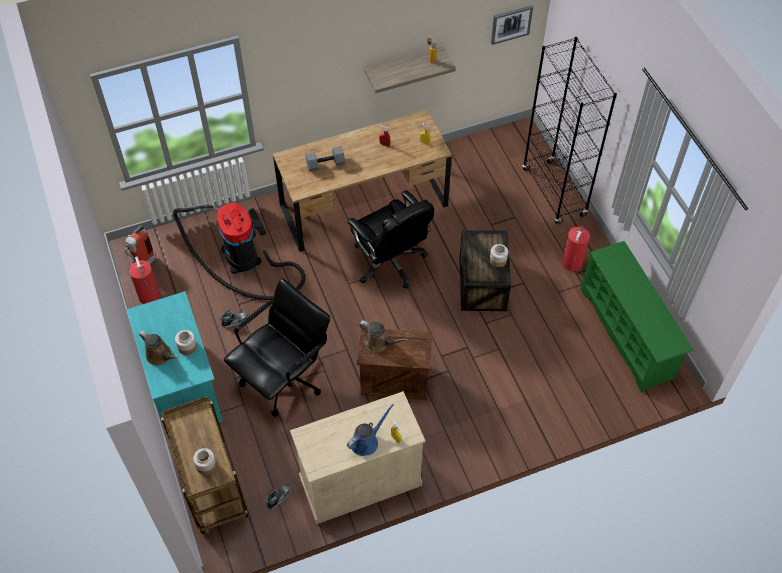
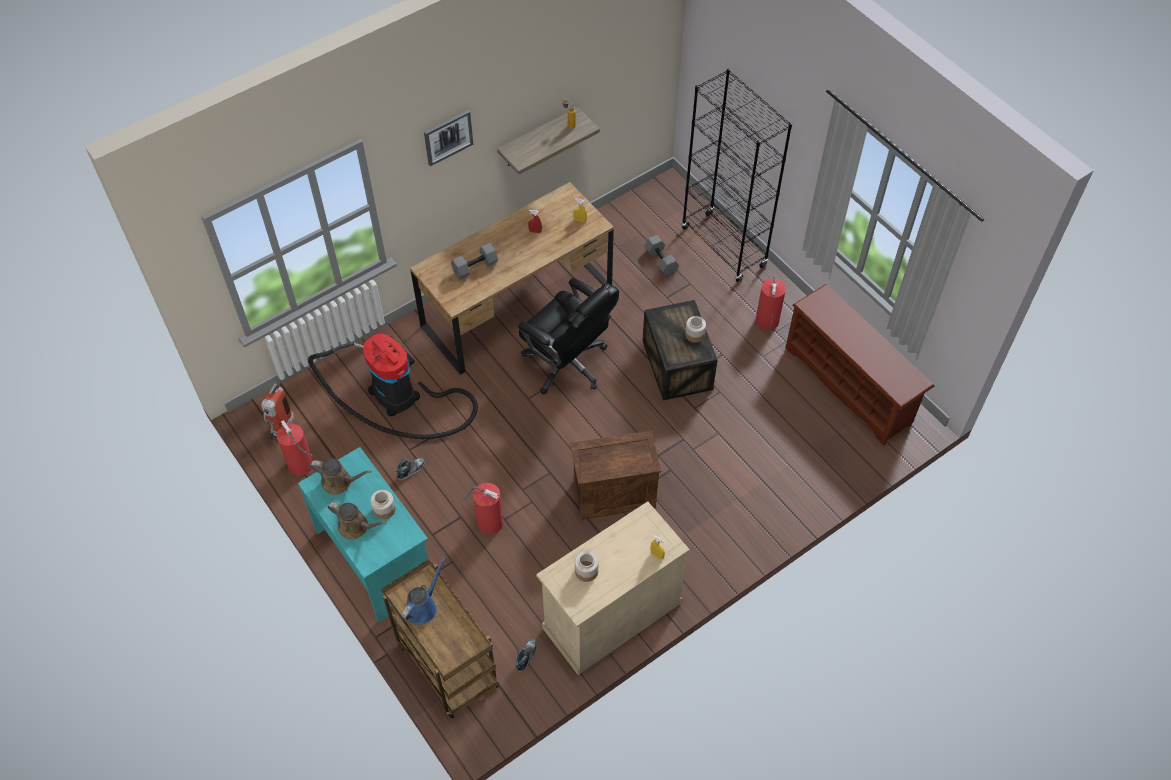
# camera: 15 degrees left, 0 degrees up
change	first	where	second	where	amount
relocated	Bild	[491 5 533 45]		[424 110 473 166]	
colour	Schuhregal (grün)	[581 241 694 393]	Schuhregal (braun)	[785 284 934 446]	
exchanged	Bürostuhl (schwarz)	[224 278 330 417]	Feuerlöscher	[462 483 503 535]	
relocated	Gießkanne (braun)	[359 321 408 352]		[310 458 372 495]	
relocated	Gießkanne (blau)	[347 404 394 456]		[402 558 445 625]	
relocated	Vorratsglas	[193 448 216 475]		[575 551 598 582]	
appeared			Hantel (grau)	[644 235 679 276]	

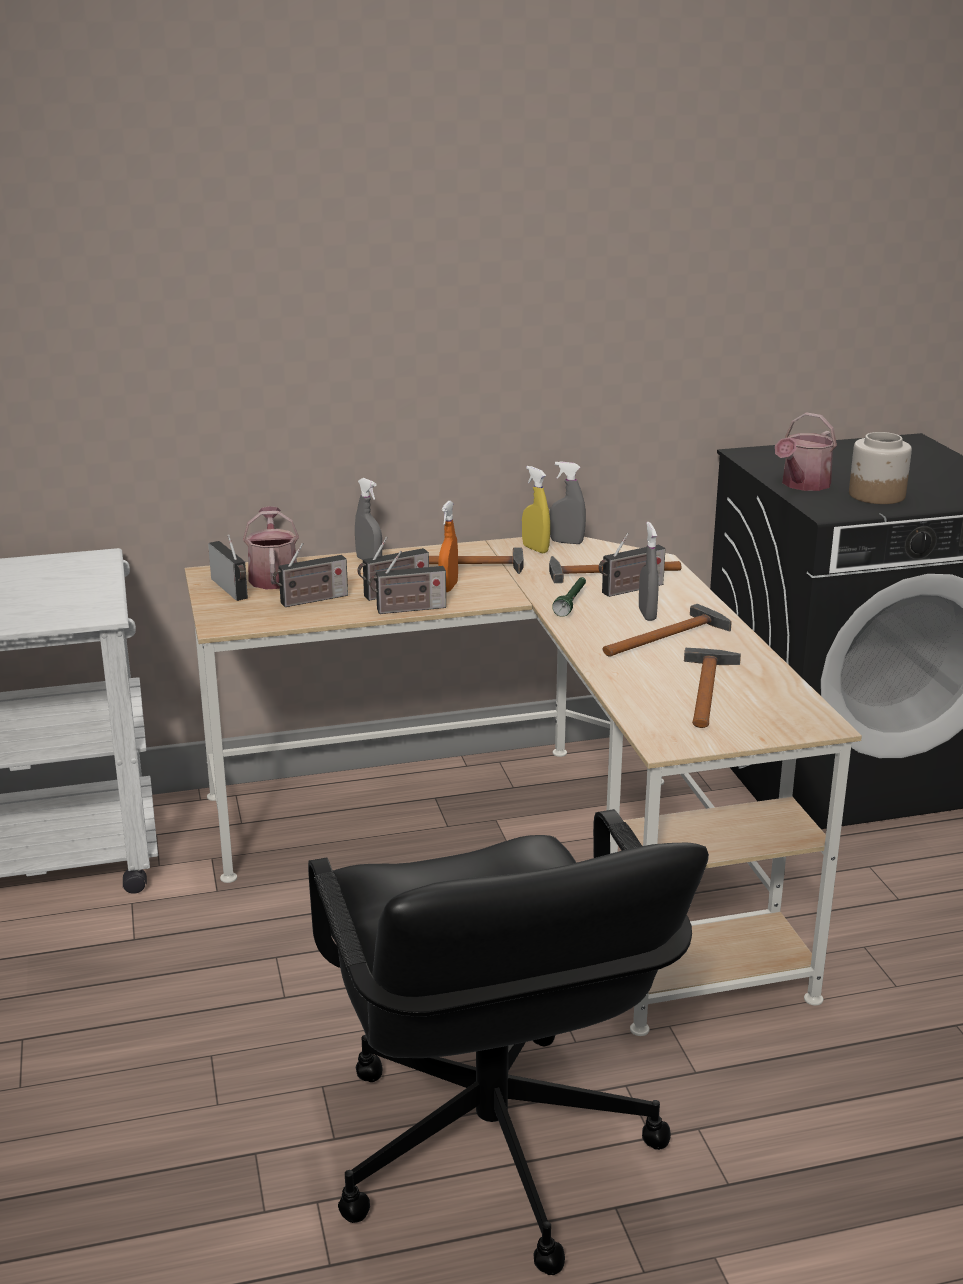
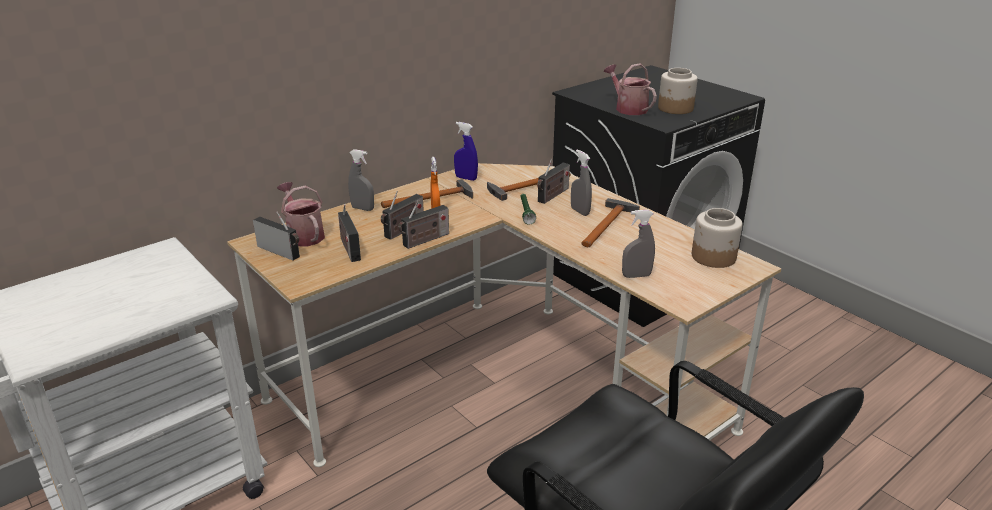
# camera: 25 degrees left, 5 degrees up
change	first	where	second	where	amount
spun	Gießkanne	[775 412 837 491]		[604 63 657 115]	135 degrees clockwise
relocated	Sprühflasche (grau)	[549 461 586 544]		[622 210 655 278]	
colour	Sprühflasche (gelb)	[522 466 550 553]	Sprühflasche (blau)	[454 122 478 181]	
spun	Radio	[273 543 348 607]		[338 204 361 262]	120 degrees clockwise
missing	Hammer	[684 648 741 728]			
appeared			Vorratsglas	[692 208 743 268]	

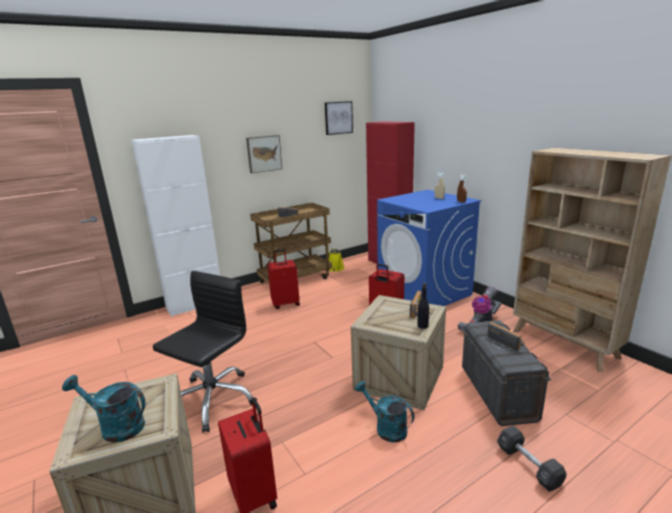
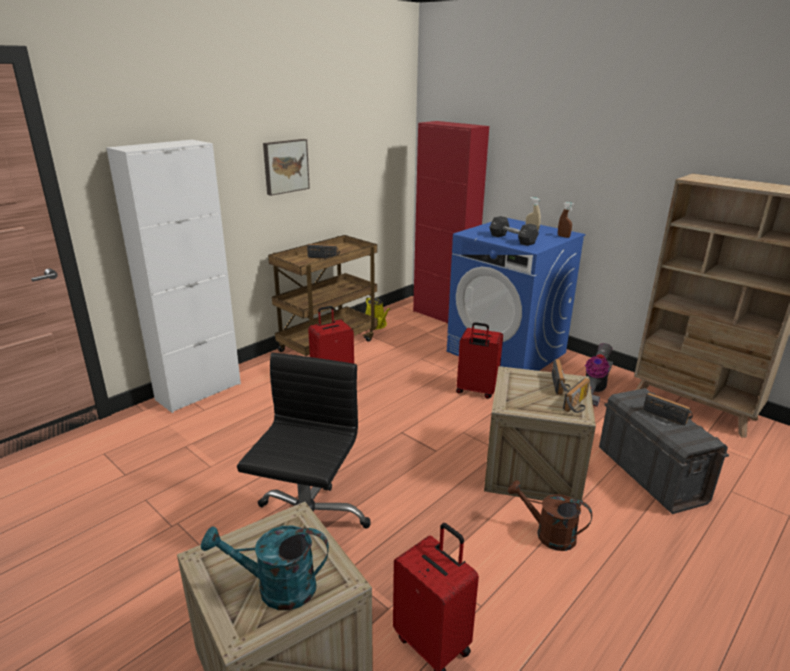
# camera: 15 degrees left, 5 degrees up
change	first	where	second	where	amount
missing	Bild	[325 101 353 135]			
exchanged	Flasche (schwarz)	[417 283 429 329]	Radio	[563 378 590 413]	
colour	Gießkanne (türkis)	[355 381 414 443]	Gießkanne (braun)	[508 480 592 551]	
relocated	Hantel (schwarz)	[497 426 567 492]		[489 216 539 246]	

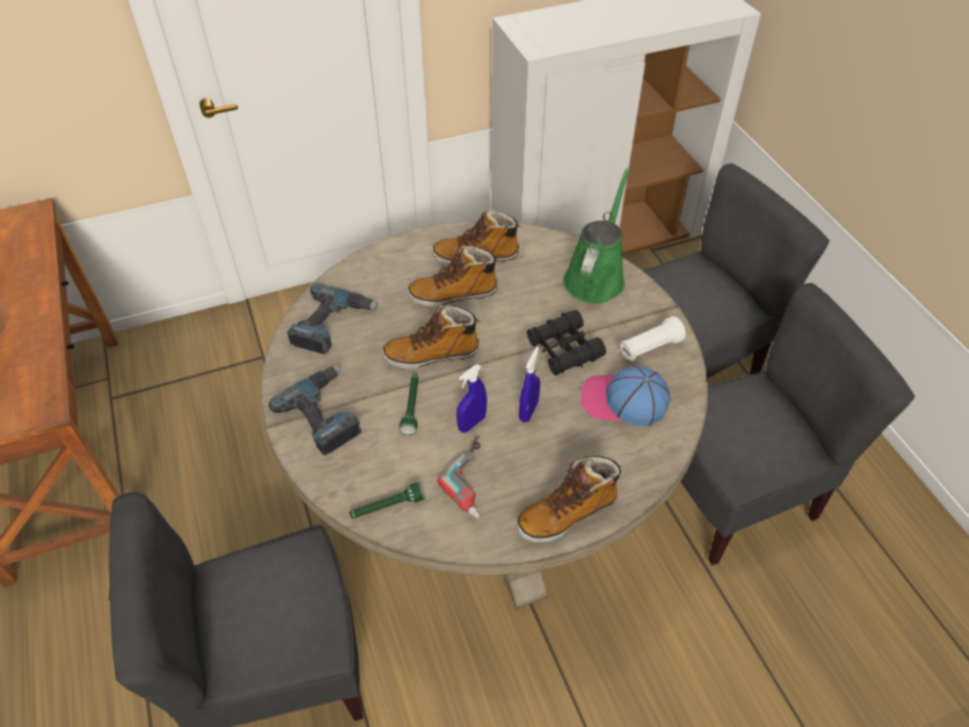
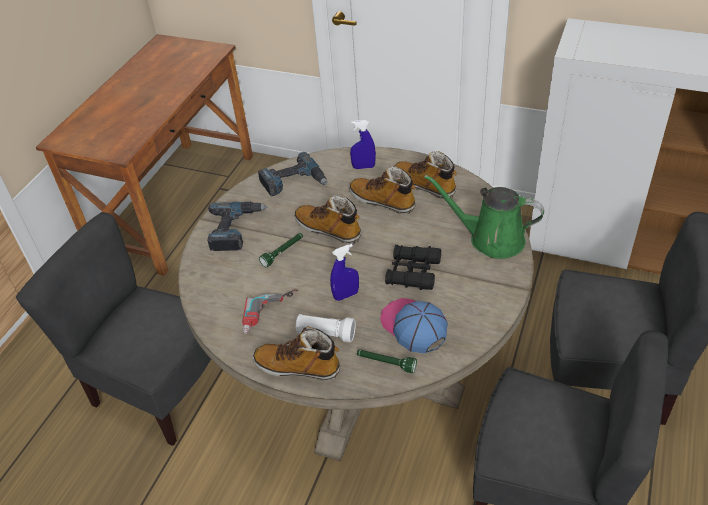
# camera: 45 degrees right, 5 degrees down
change	first	where	second	where	amount
spun	Gießkanne (grün)	[563 168 630 303]		[424 174 544 259]	135 degrees counterclockwise
relocated	Taschenlampe (weiß)	[620 316 686 361]		[296 314 356 343]	
relocated	Sprühflasche (blau)	[457 364 487 433]		[350 120 376 169]	
relocated	Taschenlampe (grün)	[349 482 425 519]		[357 349 417 373]	

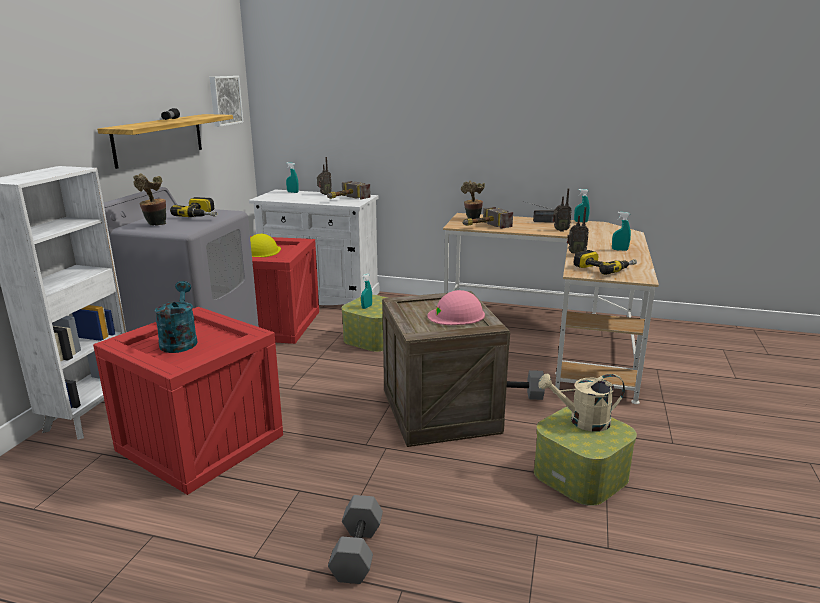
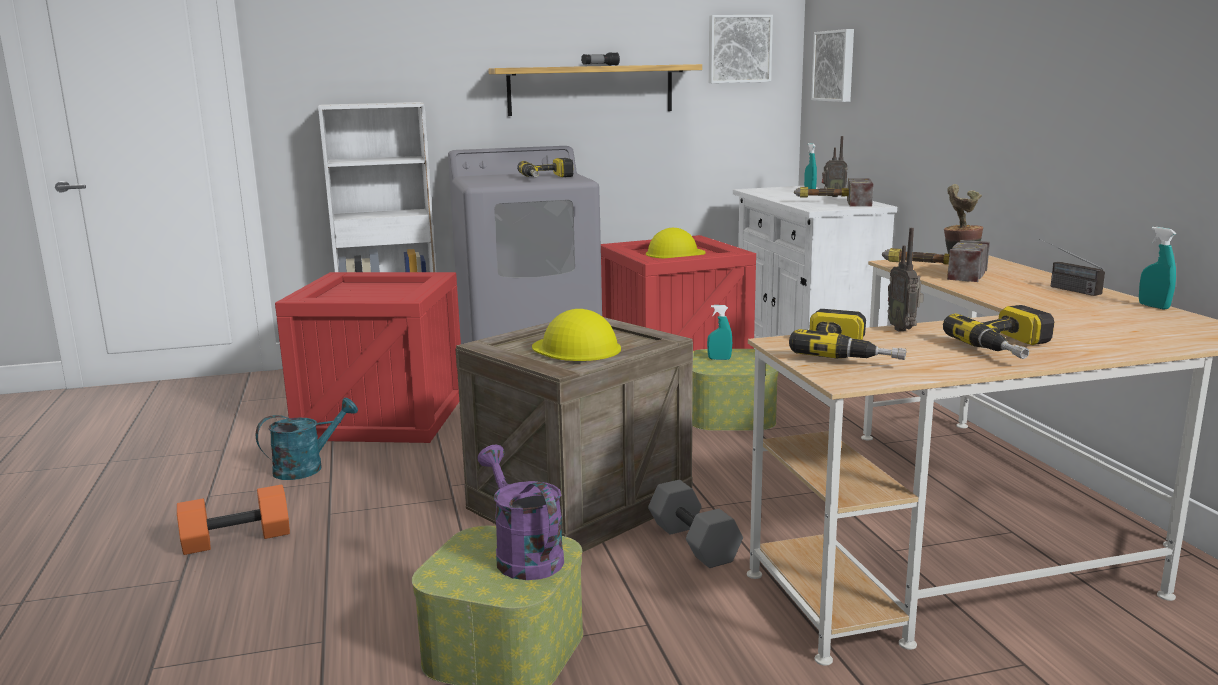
# camera: 60 degrees right, 5 degrees down
change	first	where	second	where	amount
missing	Topfpflanze	[133 173 166 226]			
missing	Radio	[553 189 572 232]			
exchanged	Sprühflasche (türkis)	[612 212 631 251]	Bohrmaschine	[943 305 1054 359]	
relocated	Gießkanne (türkis)	[154 281 197 353]		[256 398 358 480]	
colour	Schutzhelm (rosa)	[427 290 485 325]	Schutzhelm (gelb)	[532 309 621 361]	
colour	Gießkanne (beige)	[538 373 625 432]	Gießkanne (lila)	[477 445 564 580]	
colour	Hantel (grau)	[328 495 383 584]	Hantel (orange)	[177 484 290 555]	
appeared			Bild	[811 29 854 102]	

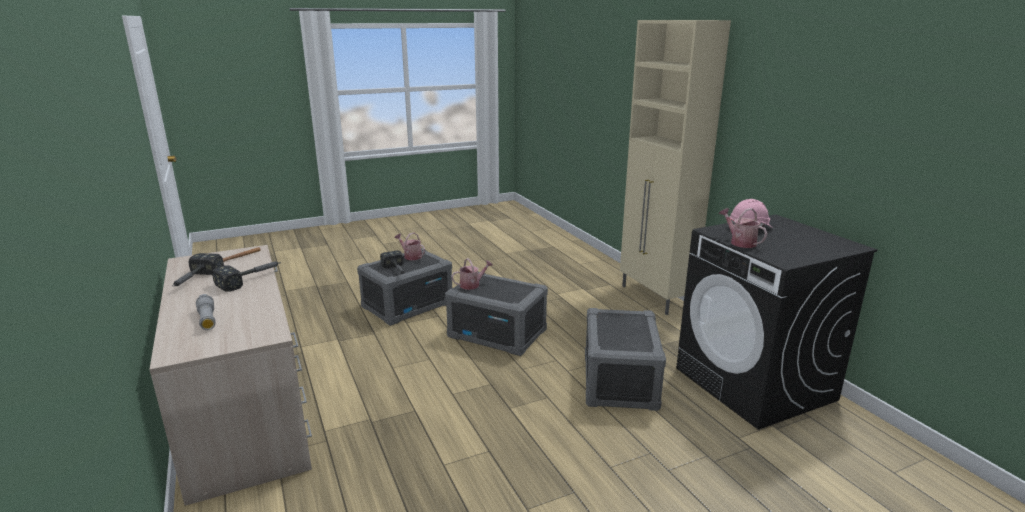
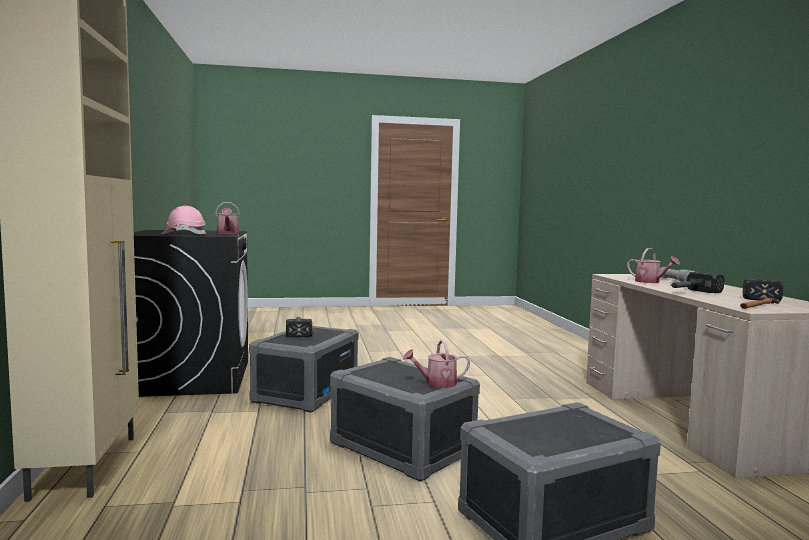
# camera: 165 degrees left, 15 degrees down
change	first	where	second	where	amount
relocated	Gießkanne	[394 232 425 260]		[627 248 680 283]	
relocated	Hammer	[380 250 405 274]		[286 317 312 337]	

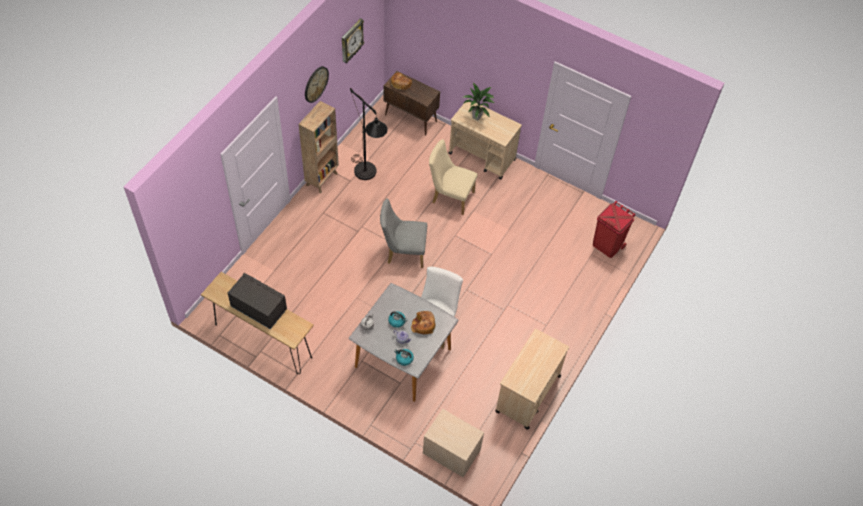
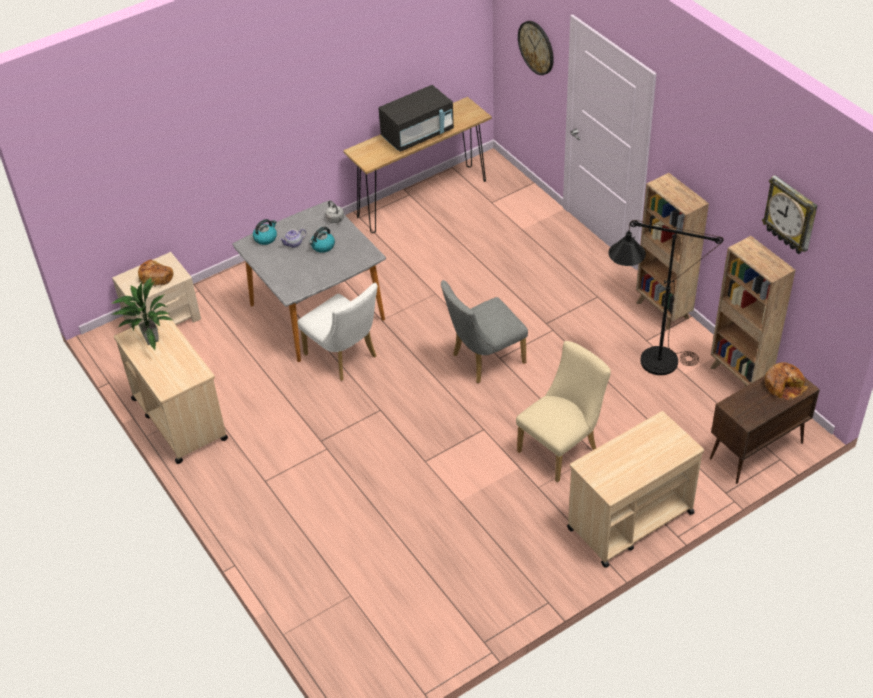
# camera: 120 degrees right, 10 degrees down
change	first	where	second	where	amount
relocated	Wanduhr	[305 66 329 103]		[518 21 554 75]	
relocated	Topfpflanze	[463 83 495 121]		[111 277 172 350]	
spun	Stuhl (grau)	[380 198 427 268]		[441 280 528 383]	150 degrees counterclockwise
missing	Mülleimer (rot)	[593 201 636 258]			
relocated	Brot	[411 311 435 334]		[138 260 174 287]	
appeared			Bücherregal (braun)	[711 236 796 387]	

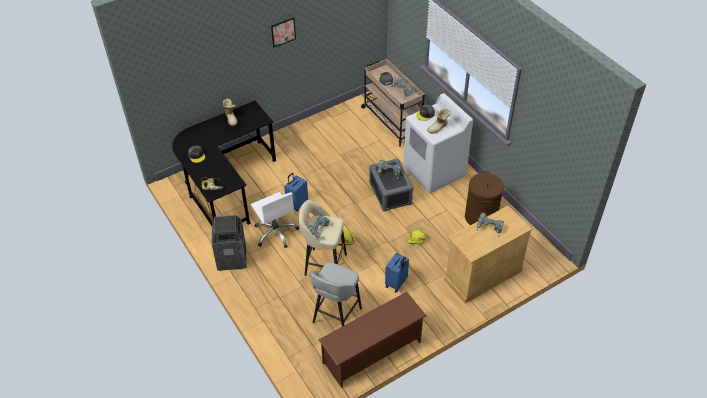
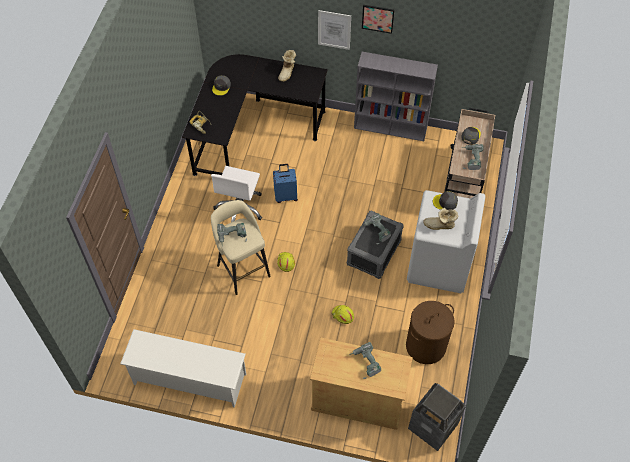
# camera: 45 degrees right, 10 degrees up
change	first	where	second	where	amount
relocated	Mülleimer	[212 215 247 271]		[408 383 466 451]	
missing	Koffer (blau)	[385 253 409 293]			
missing	Hocker (grau)	[310 262 362 326]			
colour	Schuhregal (braun)	[318 292 427 388]	Schuhregal (weiß)	[120 329 246 408]	
appeared			Bild	[318 10 351 50]	
appeared			Bücherregal (grau)	[354 52 438 141]	

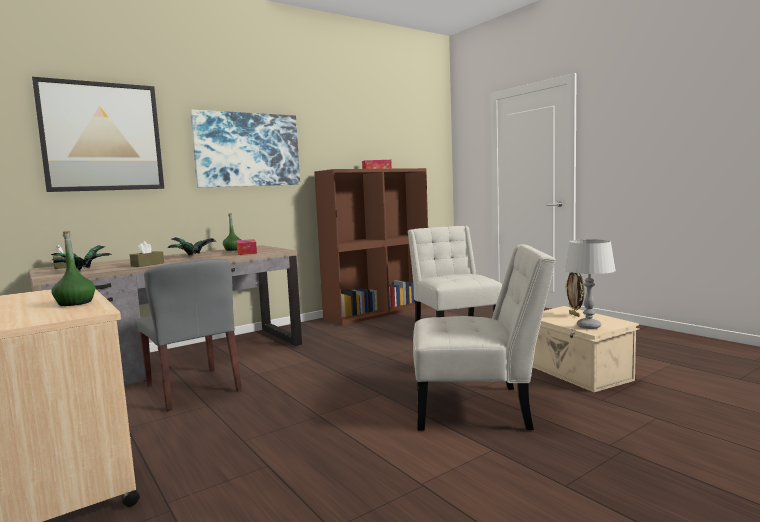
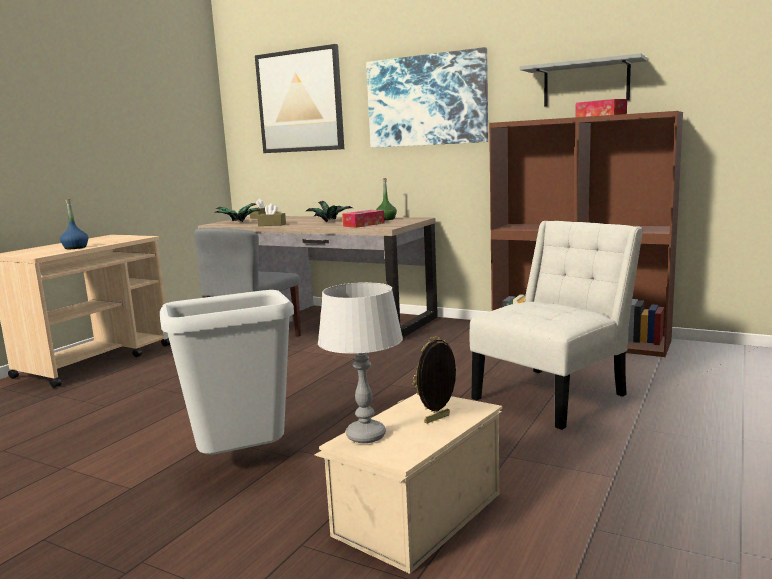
# camera: 65 degrees right, 5 degrees up
change	first	where	second	where	amount
colour	Flasche (grün)	[51 231 96 306]	Flasche (blau)	[60 198 88 249]	
exchanged	Stuhl (weiß)	[413 244 556 431]	Mülleimer (grau)	[160 290 294 455]	
appeared			Wandregal (grau)	[520 53 647 106]	

